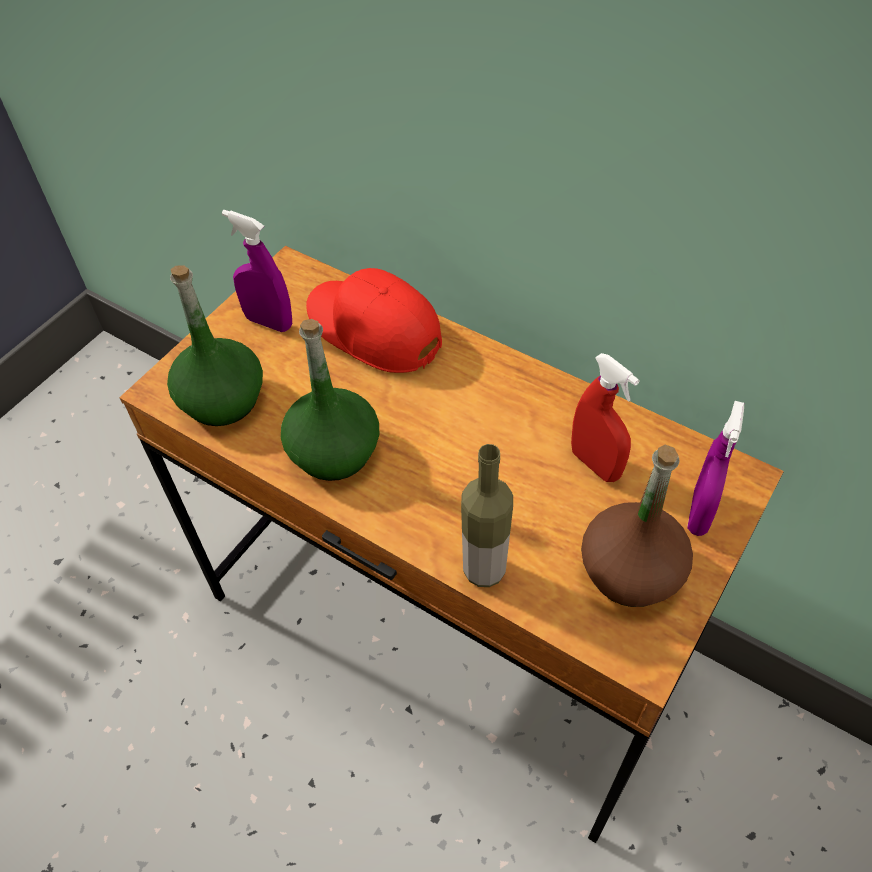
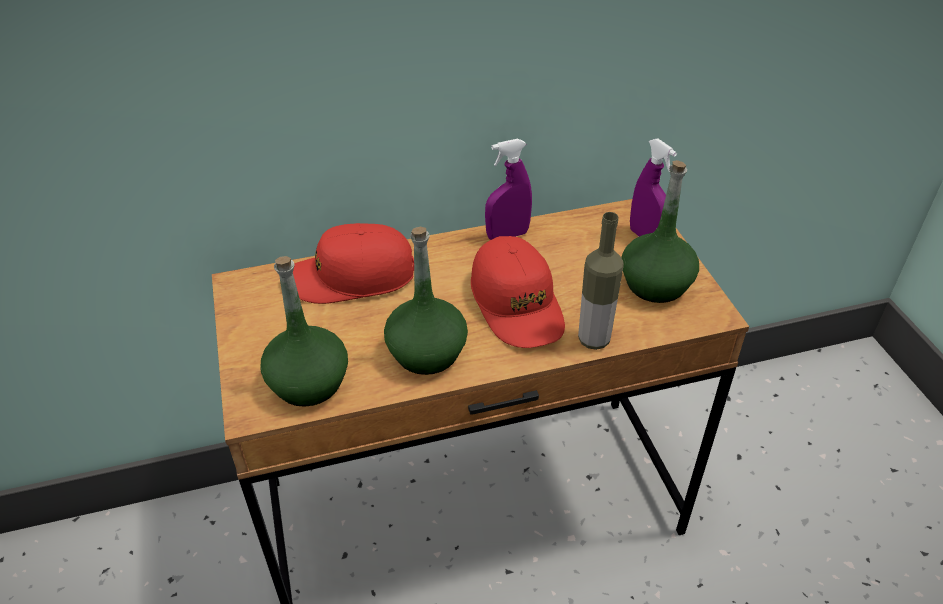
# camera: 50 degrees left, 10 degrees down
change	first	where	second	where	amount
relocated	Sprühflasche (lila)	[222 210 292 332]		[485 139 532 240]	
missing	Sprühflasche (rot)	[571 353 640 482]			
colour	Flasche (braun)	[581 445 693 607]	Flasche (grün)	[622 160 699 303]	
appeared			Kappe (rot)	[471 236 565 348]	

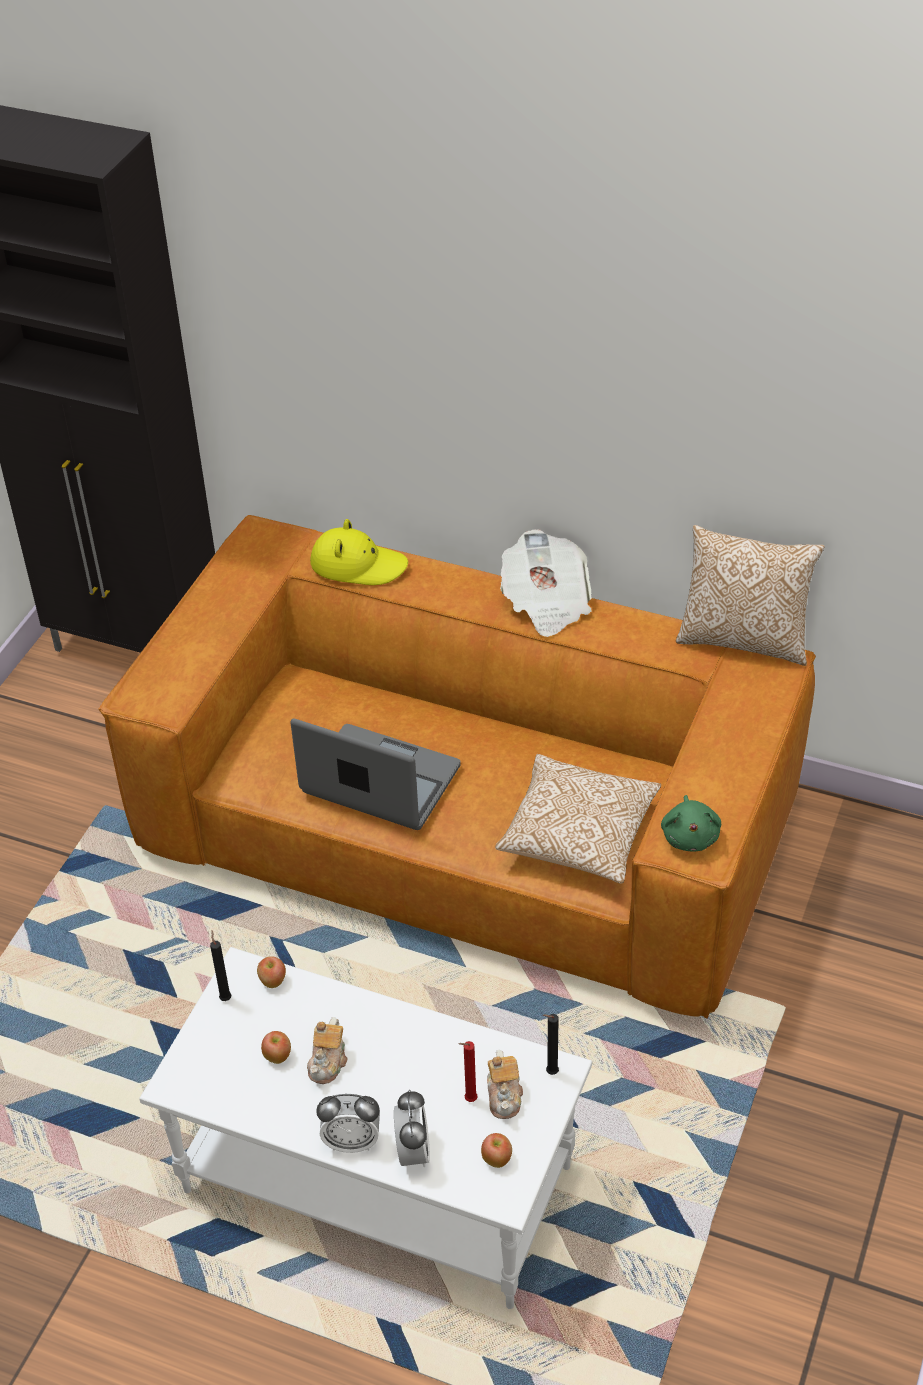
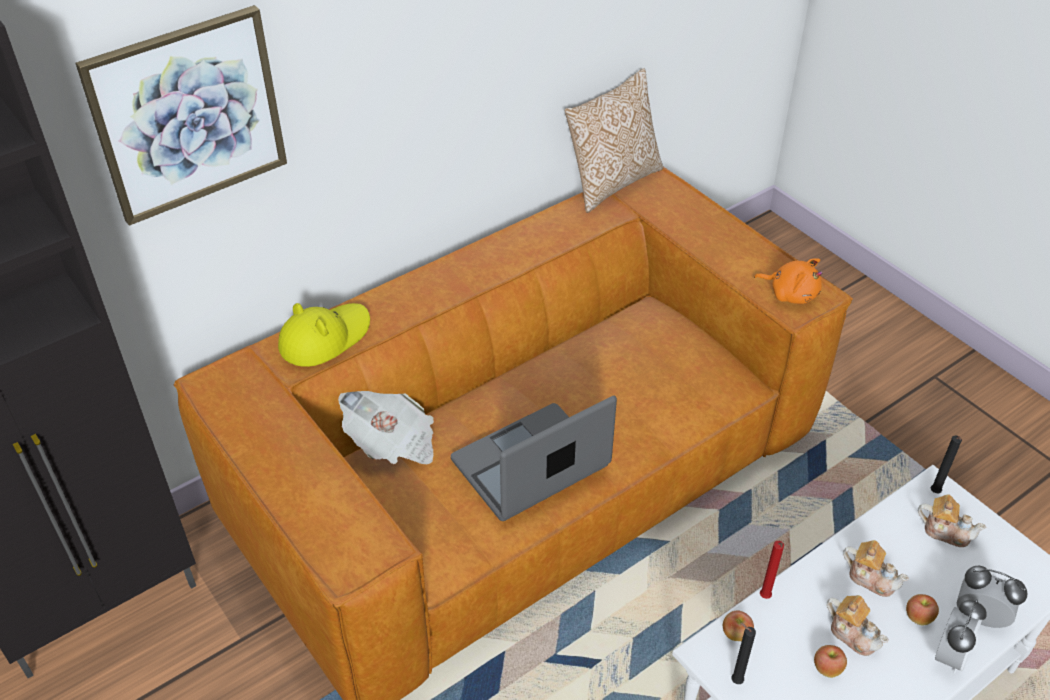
# camera: 60 degrees left, 0 degrees up
change	first	where	second	where	amount
relocated	Zeitung	[500 529 592 637]		[338 391 434 464]	
missing	Kissen	[495 754 661 884]			
colour	Plüschtier (grün)	[661 795 721 852]	Plüschtier (orange)	[754 258 822 304]	
relocated	Kerze (rot)	[459 1041 477 1102]		[760 541 784 599]	
relocated	Apfel	[481 1133 512 1168]		[906 594 939 625]	
appeared			Bild	[76 5 287 226]	
appeared			Teekanne	[843 540 909 597]	

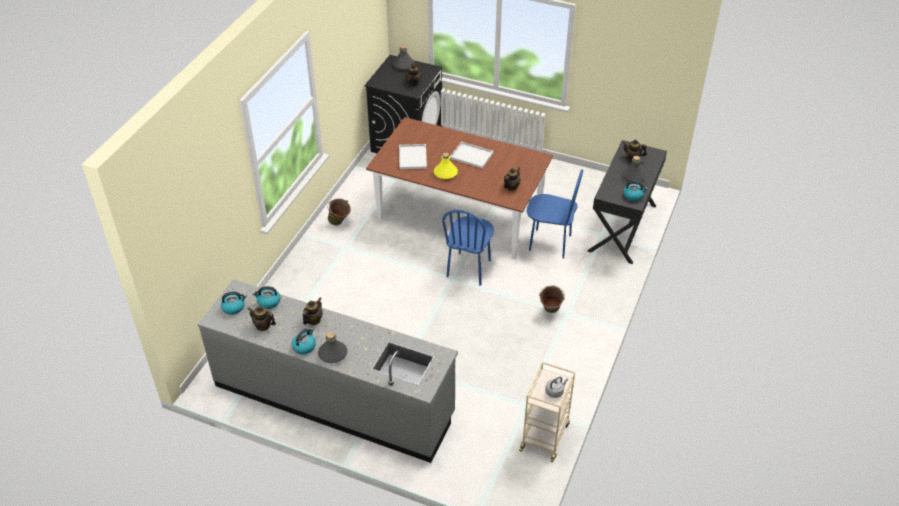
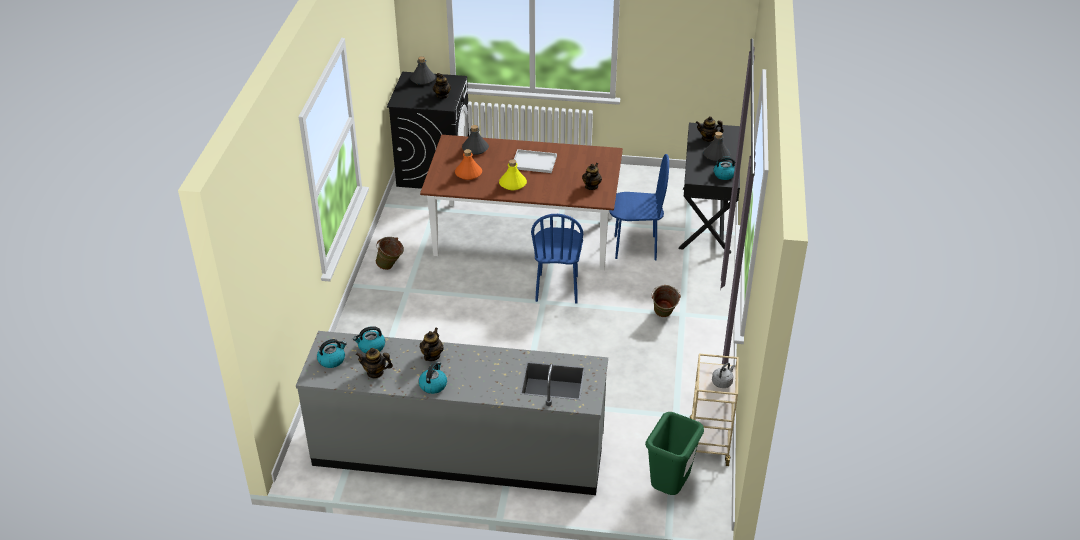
# camera: 15 degrees left, 5 degrees down
change	first	where	second	where	amount
exchanged	Tablett (weiß)	[399 144 427 169]	Flasche (orange)	[455 149 482 180]	
relocated	Flasche (grau)	[318 332 348 363]		[462 125 489 155]	
appeared			Mülleimer (grün)	[645 412 704 495]	

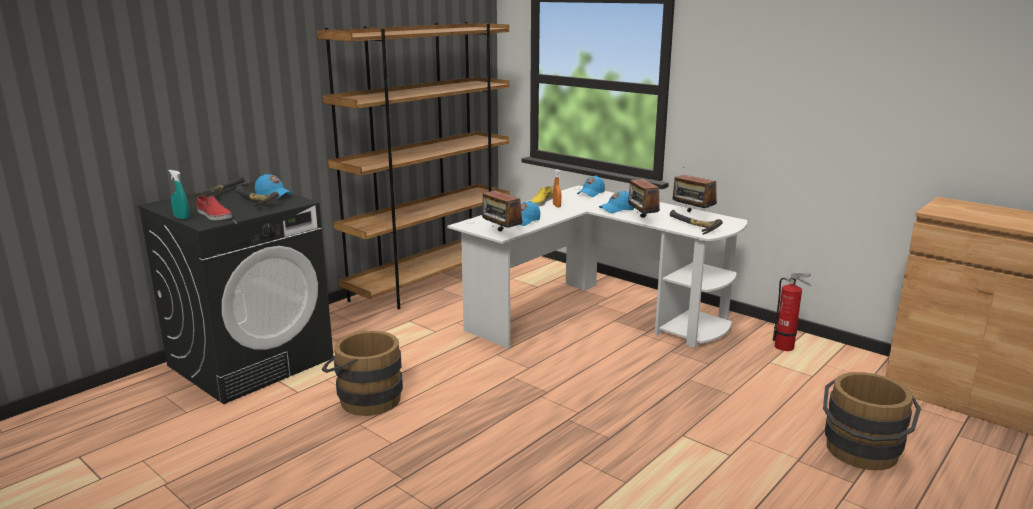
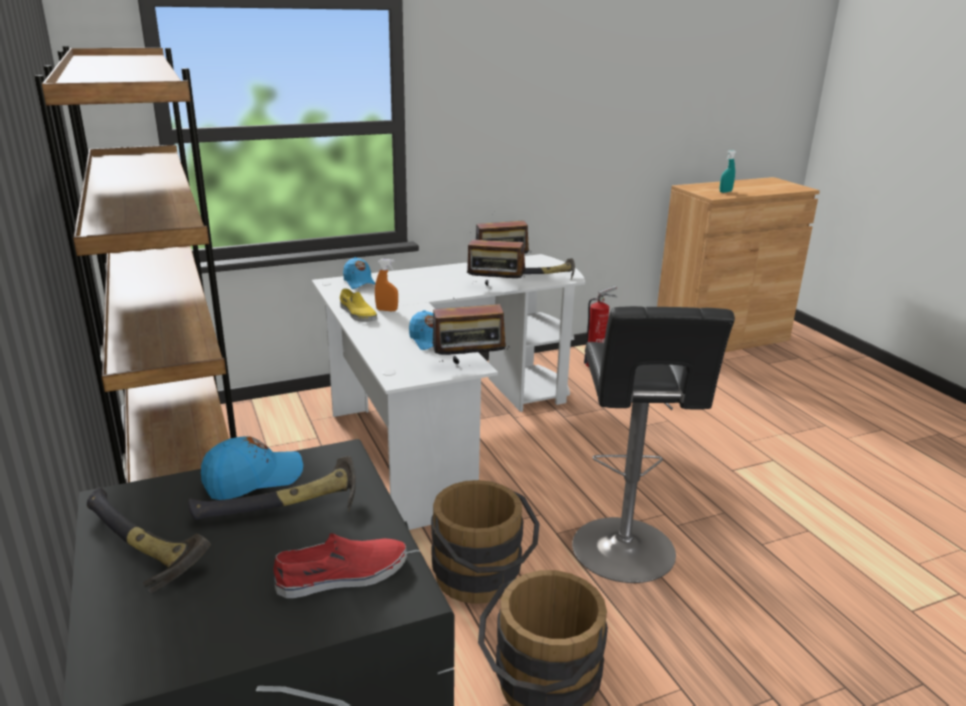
# camera: 65 degrees left, 5 degrees up
change	first	where	second	where	amount
relocated	Sprühflasche (türkis)	[169 170 189 219]		[720 150 736 193]	
missing	Kappe (blau)	[599 191 634 213]			
relocated	Eimer (braun)	[823 372 921 470]		[431 480 540 604]	
appeared			Hocker (schwarz)	[572 306 735 583]	

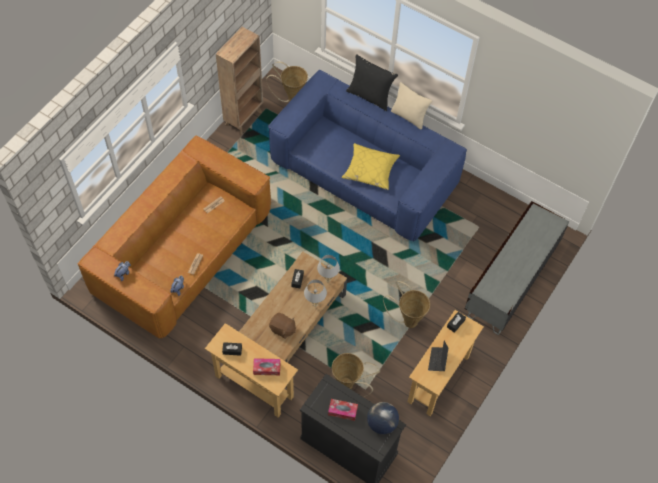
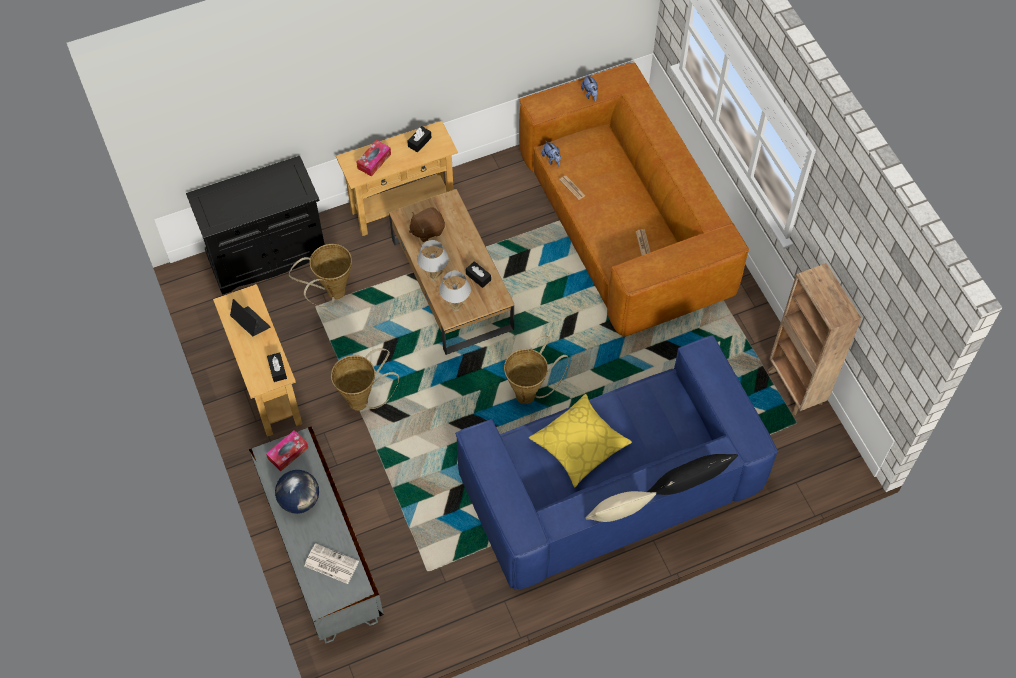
# camera: 125 degrees right, 0 degrees up
change	first	where	second	where	amount
relocated	Korb	[266 62 308 102]		[504 335 569 404]	
relocated	Taschentuchbox	[328 399 358 421]		[266 430 308 472]	
relocated	Globus	[367 402 399 434]		[275 470 319 514]	
appeared			Zeitung	[304 543 359 584]	

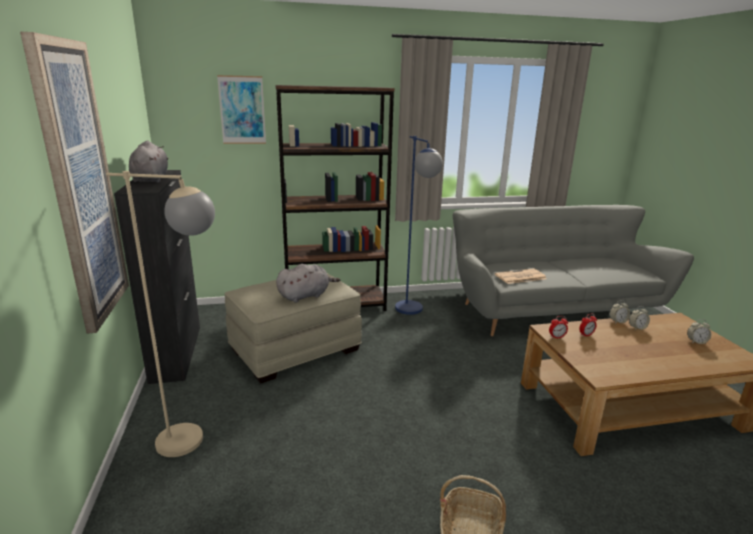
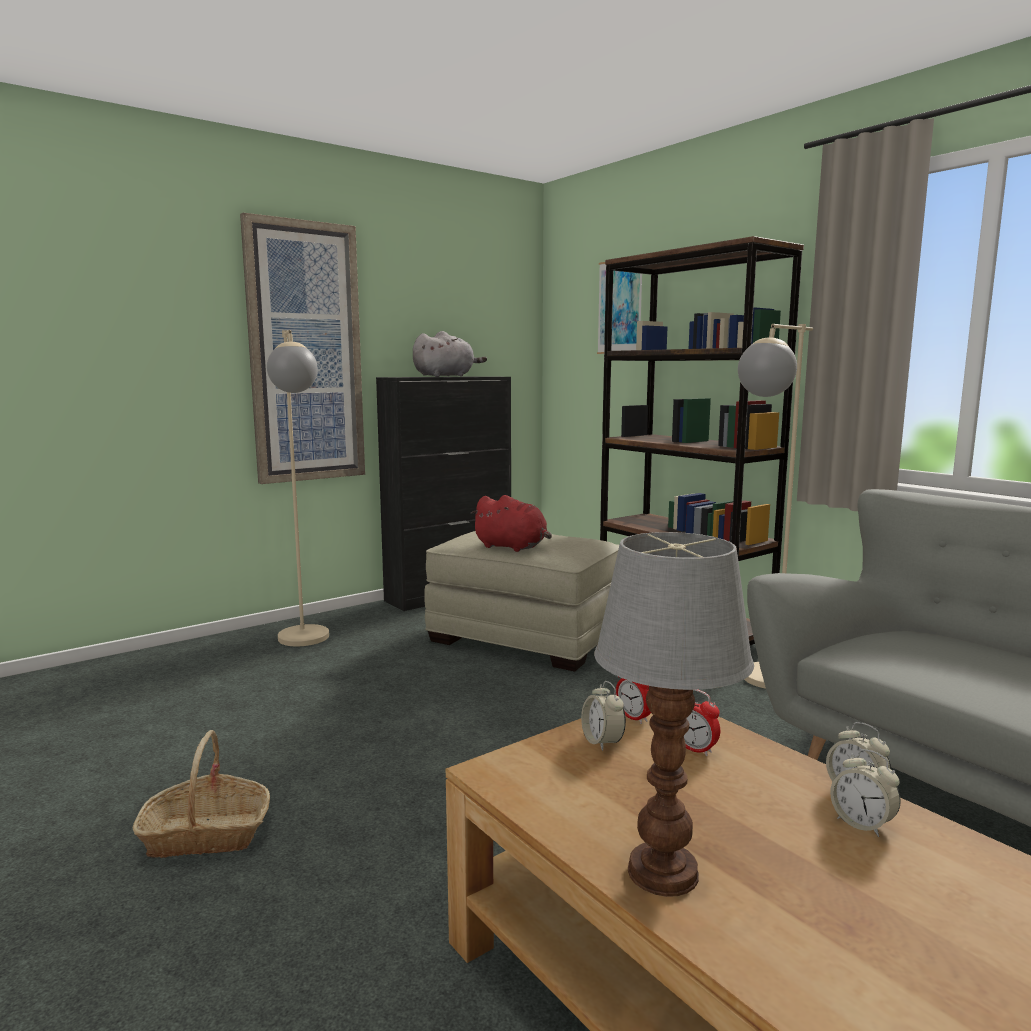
# camera: 65 degrees right, 10 degrees down
change	first	where	second	where	amount
colour	Stehlampe (blau)	[395 136 443 315]	Stehlampe (beige)	[738 324 813 689]	
colour	Plüschtier (grau)	[276 264 340 303]	Plüschtier (rot)	[470 495 552 552]	
missing	Zeitung	[495 269 547 284]			
relocated	Wecker	[687 319 712 344]		[581 681 626 751]	
appeared			Tischlampe	[594 532 754 897]	

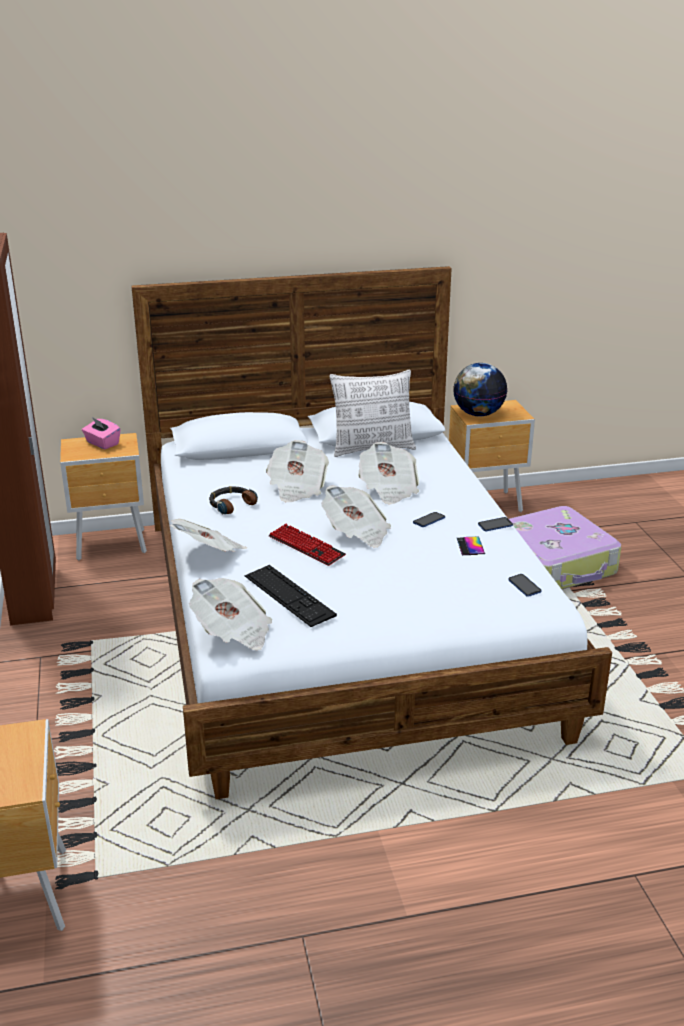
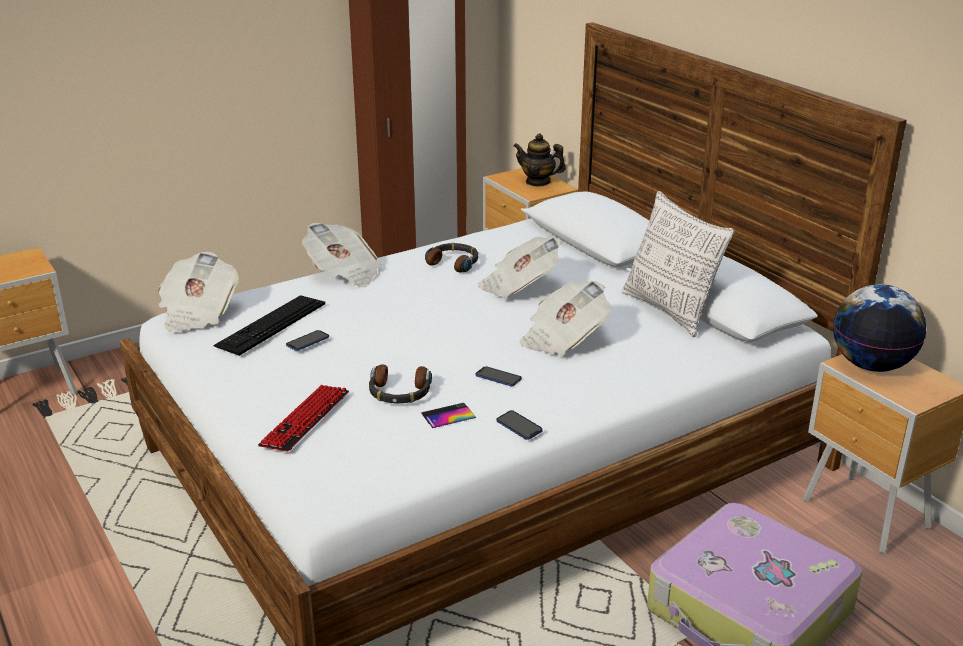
# camera: 70 degrees right, 0 degrees up
change	first	where	second	where	amount
exchanged	Taschentuchbox (rosa)	[82 417 120 449]	Teekanne	[514 134 566 186]	
missing	Zeitung	[321 485 391 548]			
relocated	Tastatur	[268 523 346 566]		[258 385 349 452]	
relocated	Handy	[508 574 541 597]		[286 330 329 351]	
appeared			Kopfhörer	[369 364 432 403]	

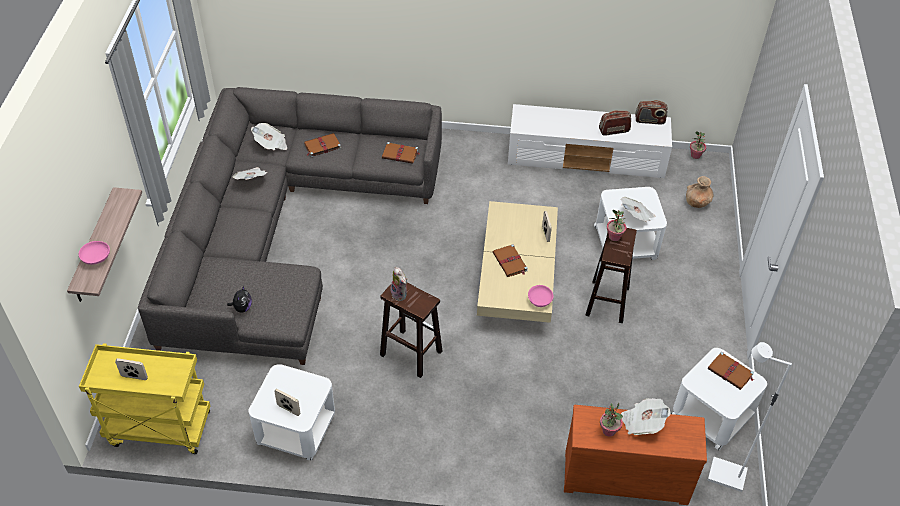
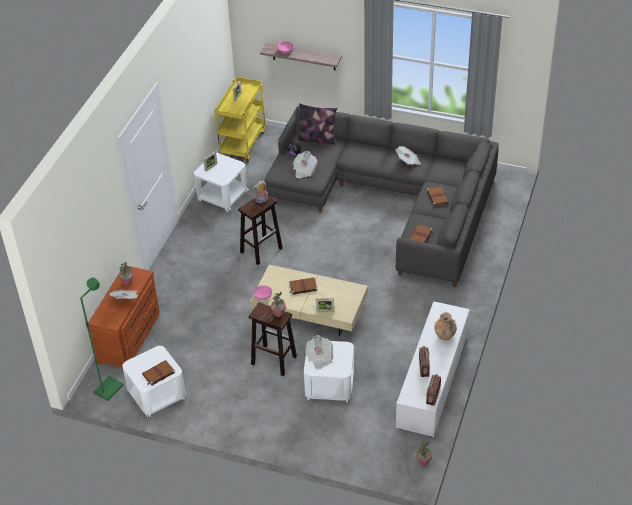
# camera: 105 degrees right, 5 degrees down
change	first	where	second	where	amount
relocated	Zeitung	[251 123 287 151]		[293 151 317 178]	
relocated	Vase (braun)	[686 176 713 208]		[434 312 457 340]	
colour	Stehlampe (weiß)	[708 342 792 492]	Stehlampe (grün)	[80 278 123 401]	
appeared			Kissen	[297 103 337 145]	

